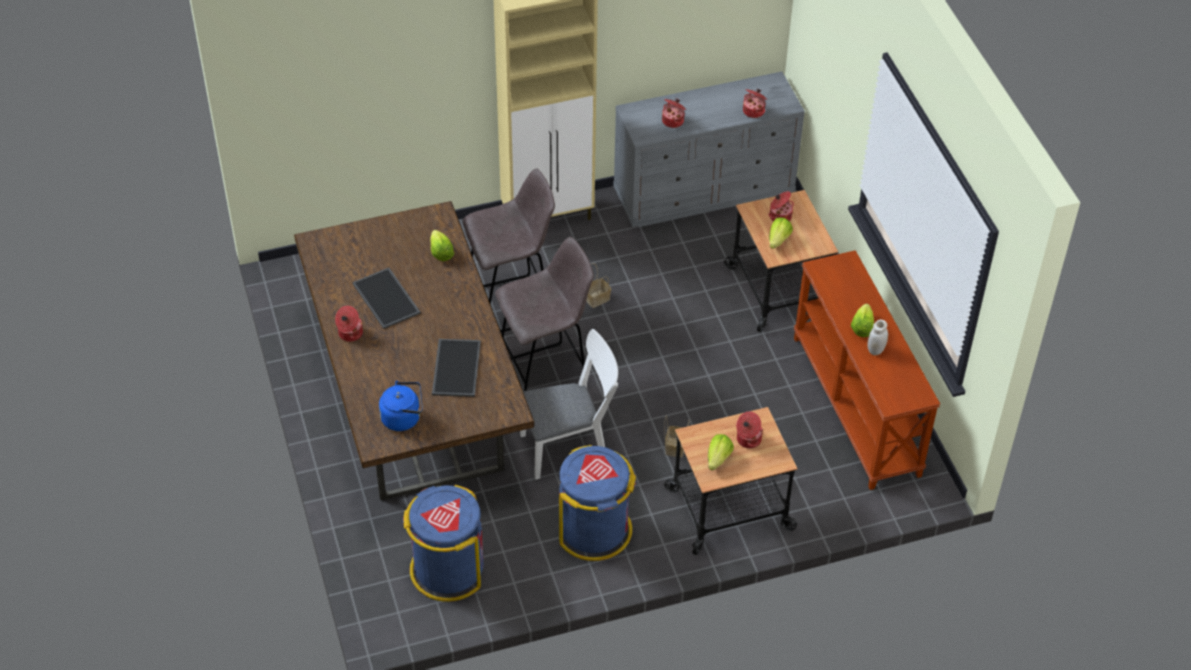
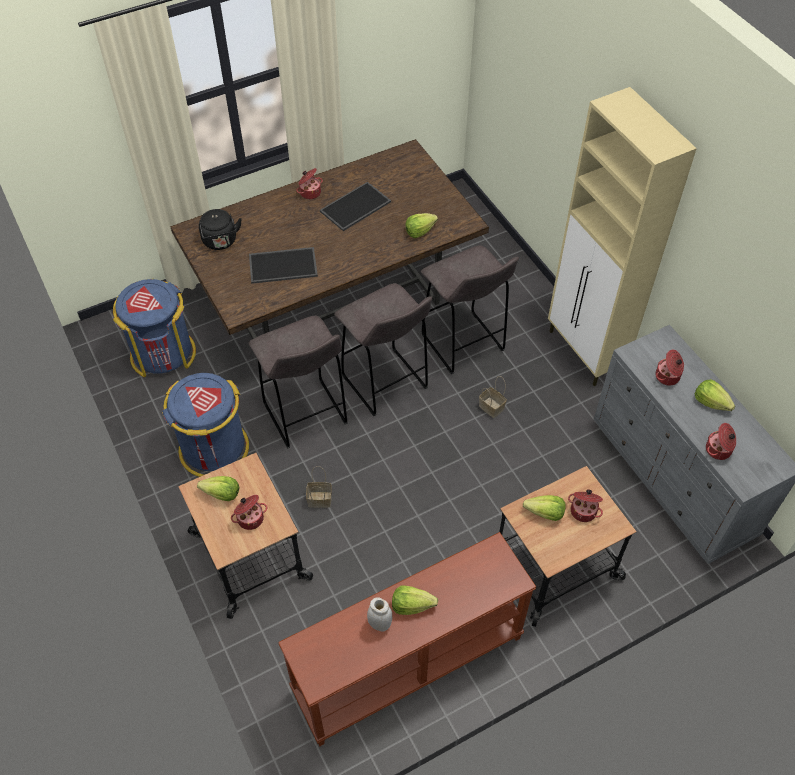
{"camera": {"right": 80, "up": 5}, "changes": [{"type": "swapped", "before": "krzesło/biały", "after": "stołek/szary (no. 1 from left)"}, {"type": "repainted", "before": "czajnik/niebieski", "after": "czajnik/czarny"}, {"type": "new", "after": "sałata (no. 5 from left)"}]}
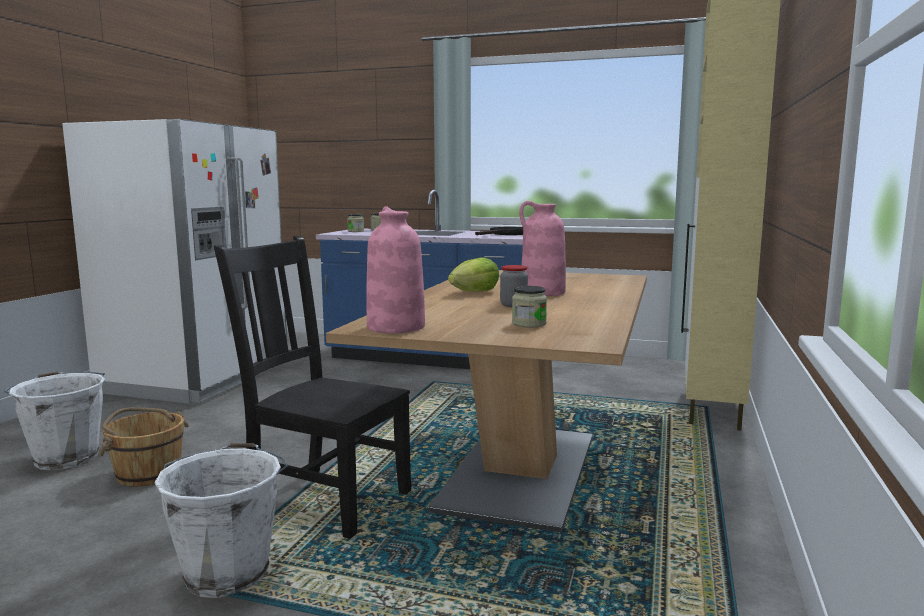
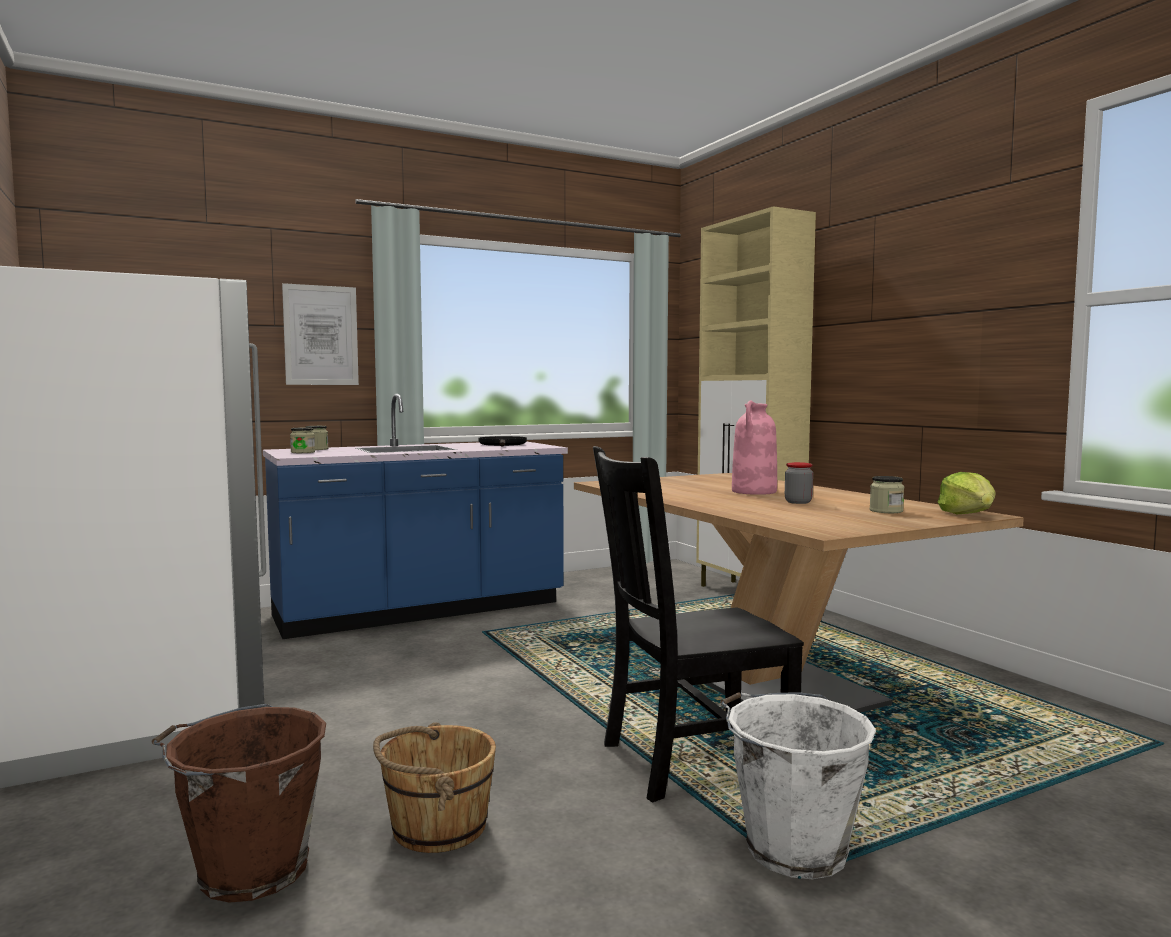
{"camera": {"right": -45, "up": -5}, "changes": [{"type": "gone", "before": "wazon/różowy (no. 1 from left)"}, {"type": "shifted", "before": "sałata"}, {"type": "repainted", "before": "wiadro/biały (no. 1 from left)", "after": "wiadro/brązowy (no. 1 from left)"}, {"type": "new", "after": "obraz"}]}
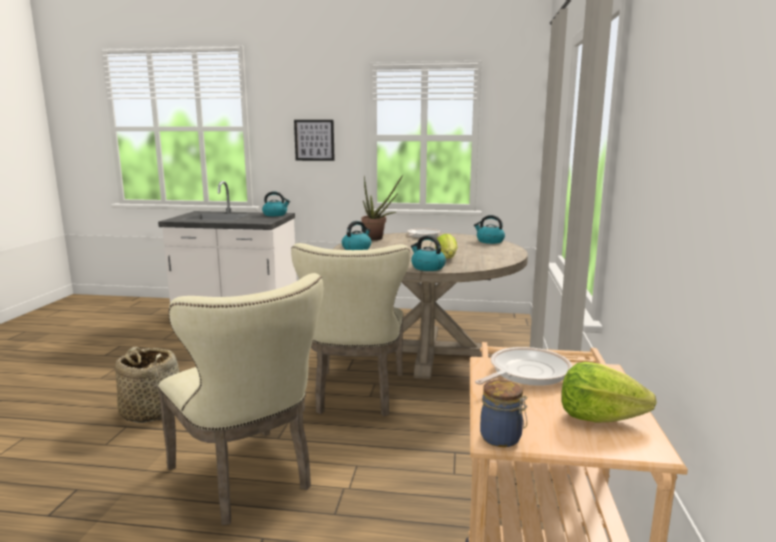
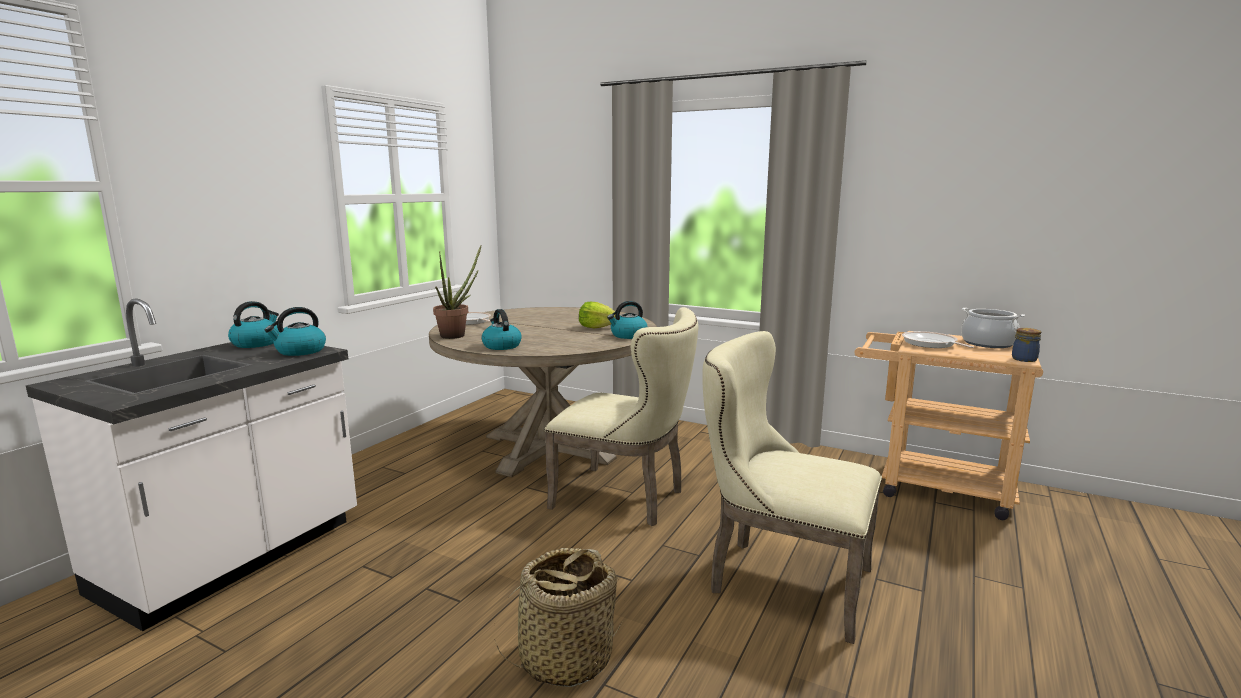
{"camera": {"right": -70, "up": 0}, "changes": [{"type": "gone", "before": "obraz"}, {"type": "shifted", "before": "czajnik (no. 4 from left in the first image)", "after": "czajnik (no. 2 from left)"}, {"type": "rotated", "before": "krzesło/beżowy (no. 1 from left in the first image)", "turn": -135}, {"type": "swapped", "before": "sałata (no. 2 from left)", "after": "garnek"}]}
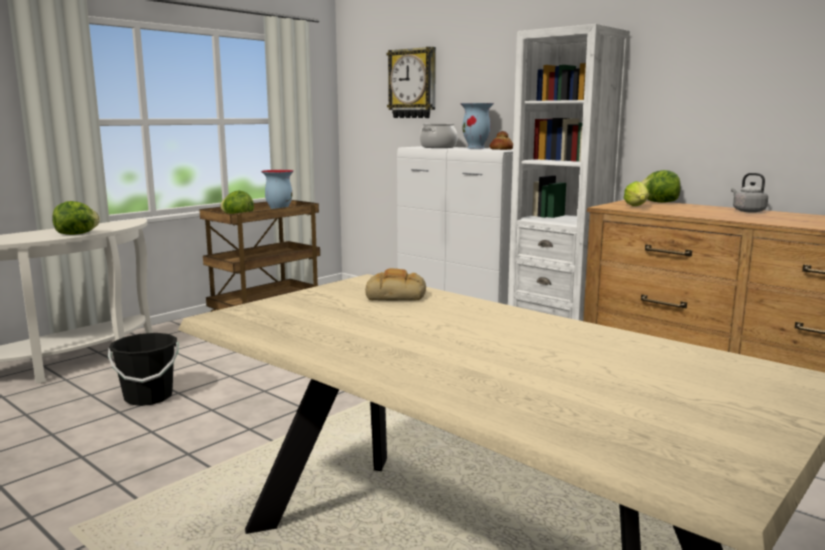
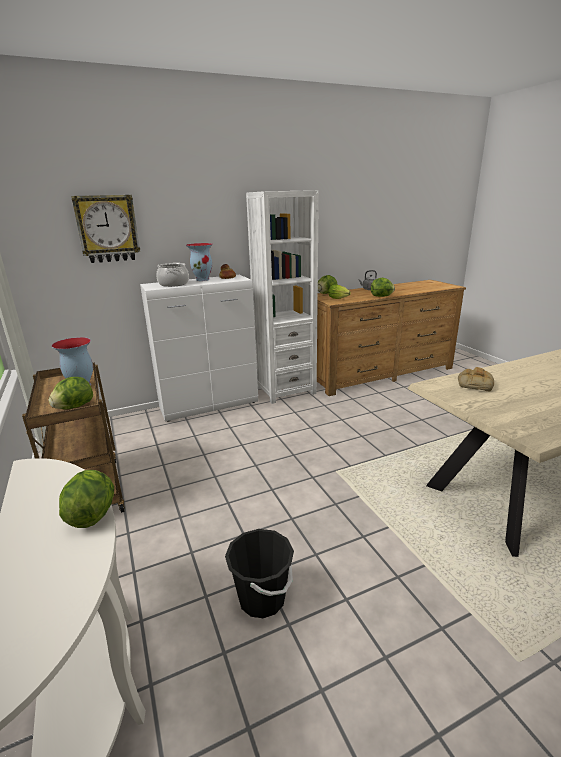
{"camera": {"right": -65, "up": 10}, "changes": [{"type": "new", "after": "sałata (no. 5 from left)"}]}
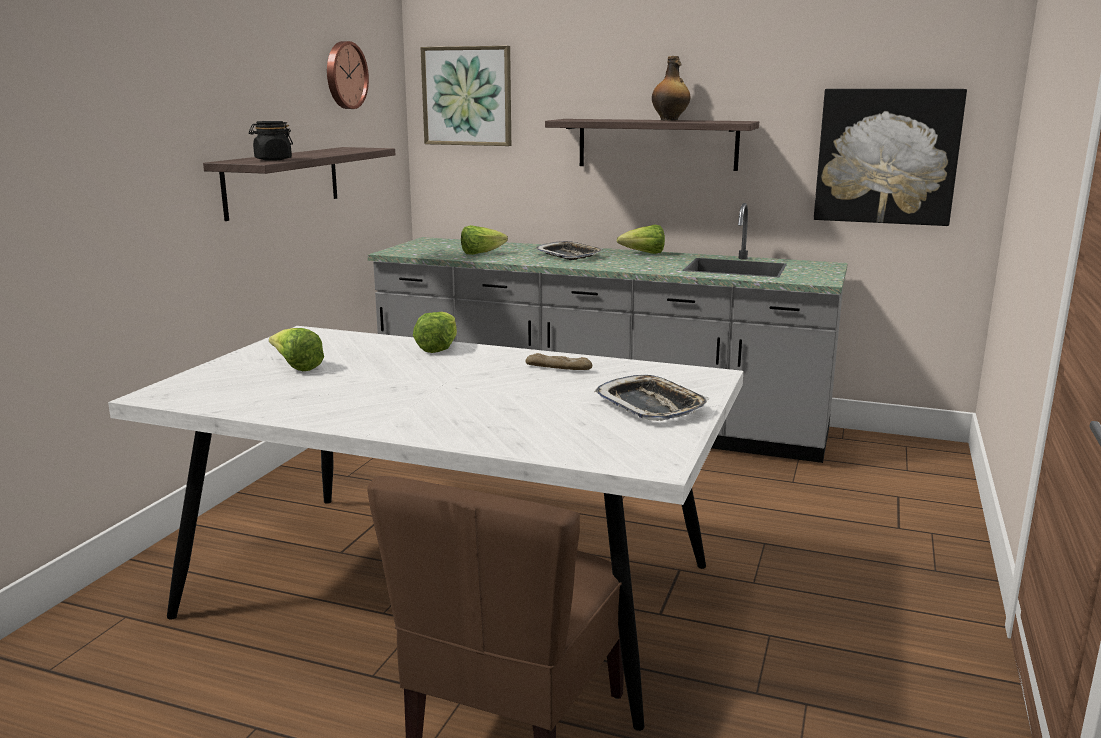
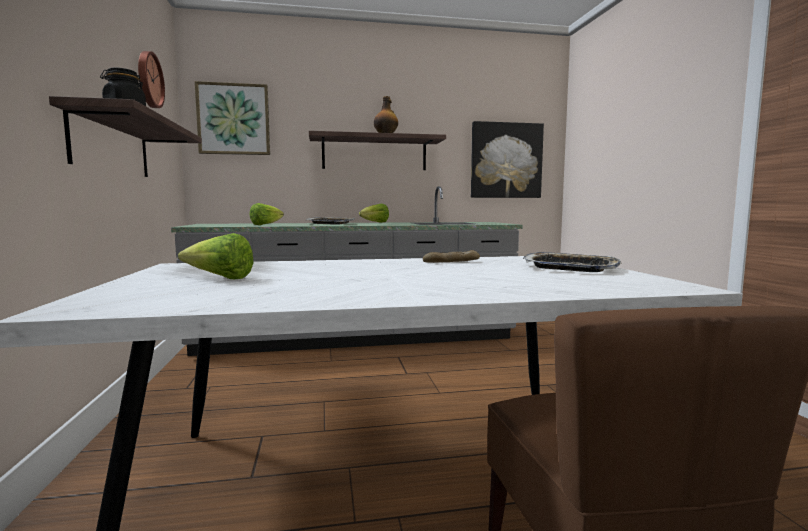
{"camera": {"right": -30, "up": -10}, "changes": [{"type": "gone", "before": "sałata (no. 2 from left)"}]}
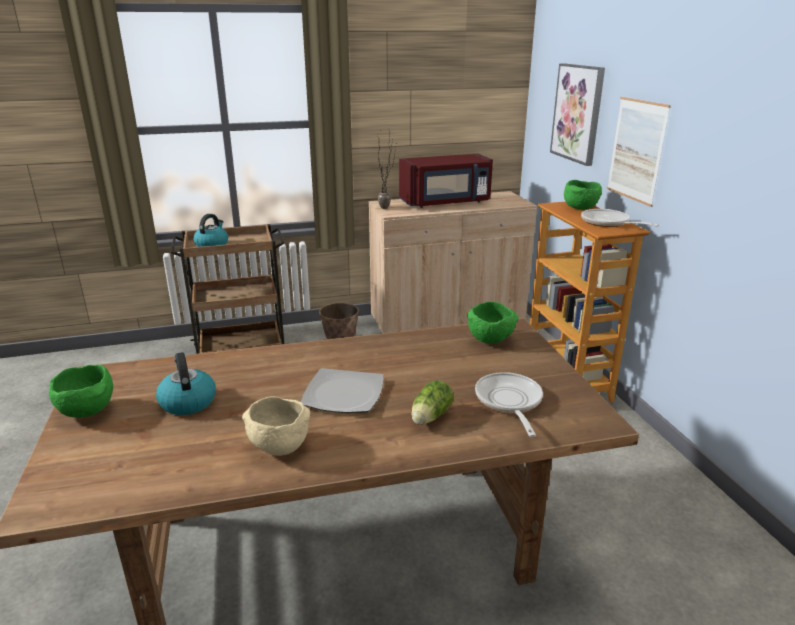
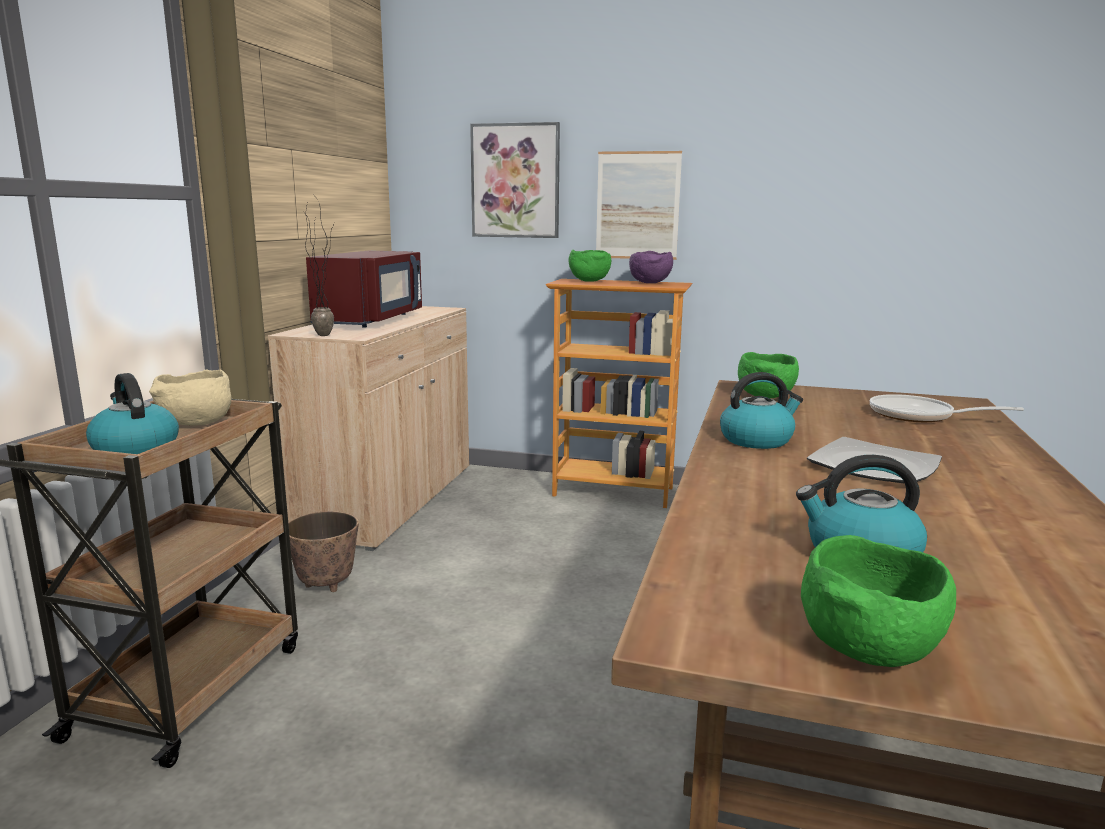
{"camera": {"right": -60, "up": -10}, "changes": [{"type": "swapped", "before": "patelnia (no. 2 from left)", "after": "miska/fioletowy"}, {"type": "gone", "before": "sałata"}, {"type": "shifted", "before": "miska/beżowy"}, {"type": "new", "after": "czajnik (no. 2 from left)"}]}
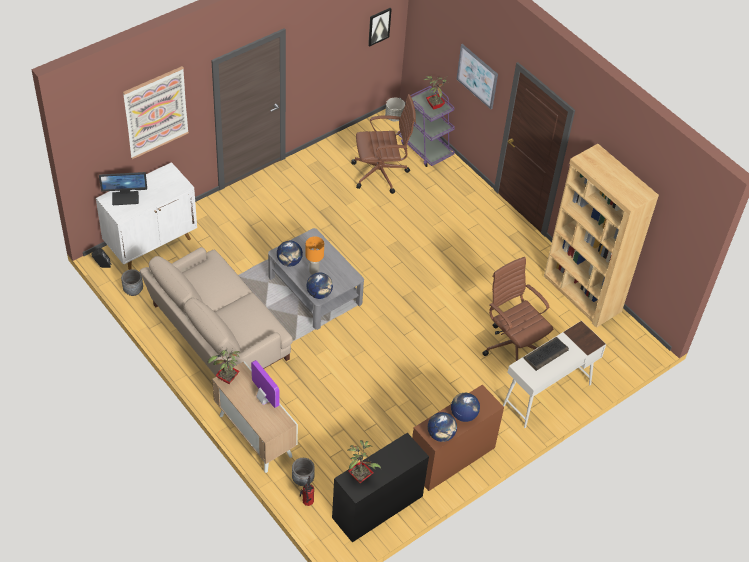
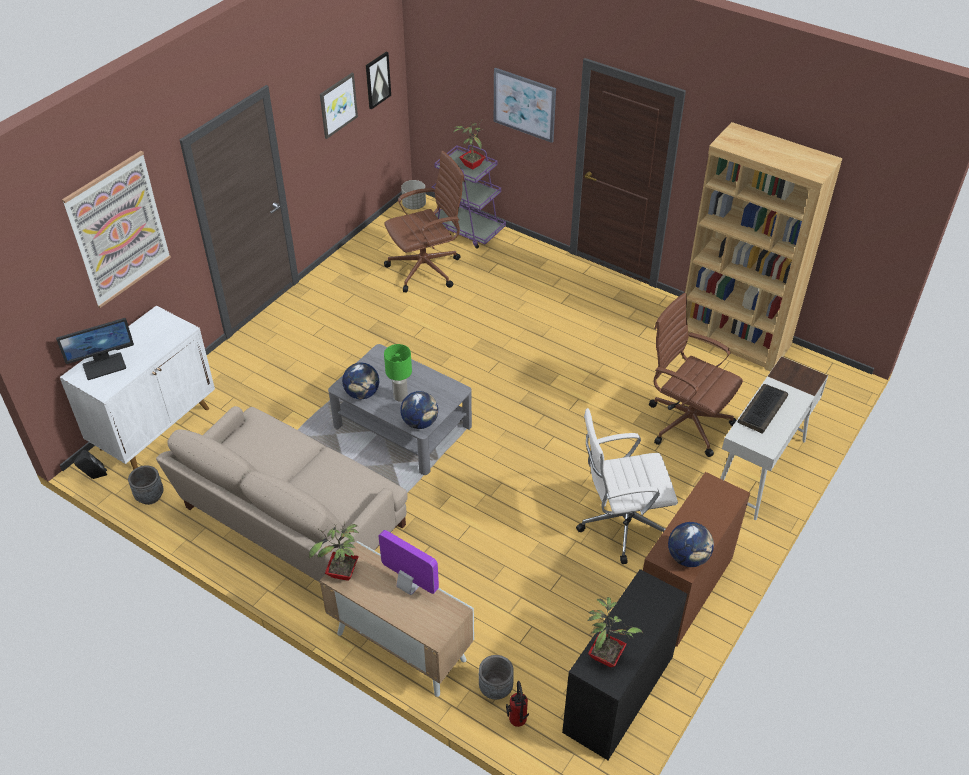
{"camera": {"right": -15, "up": -5}, "changes": [{"type": "repainted", "before": "lampa stołowa/pomarańczowy", "after": "lampa stołowa/zielony"}, {"type": "gone", "before": "globus (no. 4 from left)"}, {"type": "new", "after": "obraz (no. 2 from left)"}, {"type": "new", "after": "krzesło biurowe/biały"}]}
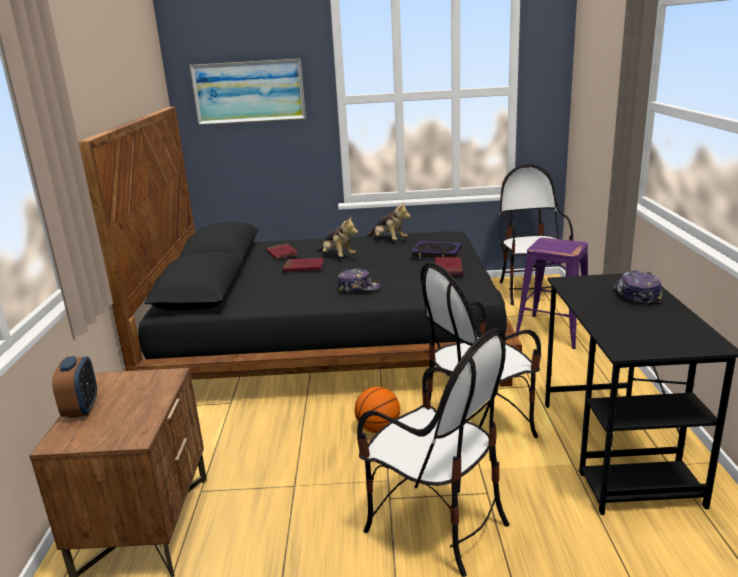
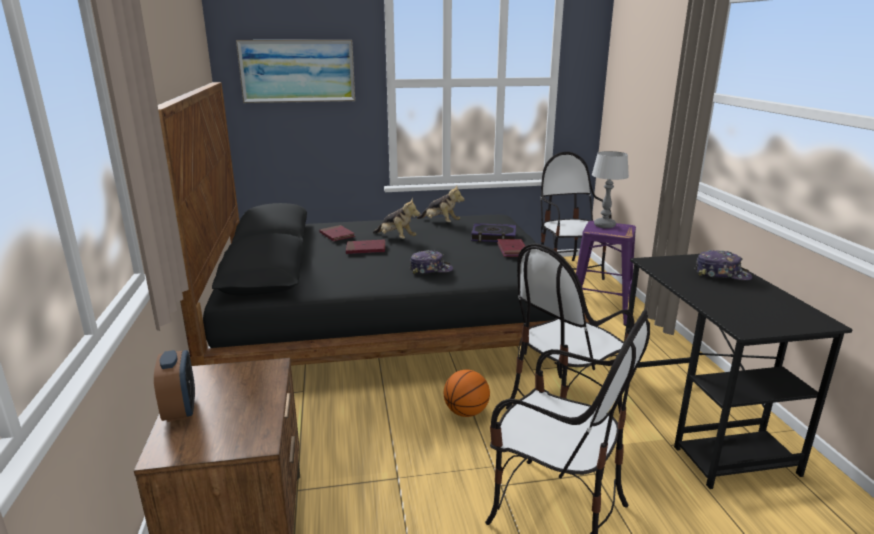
{"camera": {"right": -10, "up": 0}, "changes": [{"type": "rotated", "before": "czapka z daszkiem (no. 2 from left)", "turn": 120}, {"type": "new", "after": "lampa stołowa"}]}
